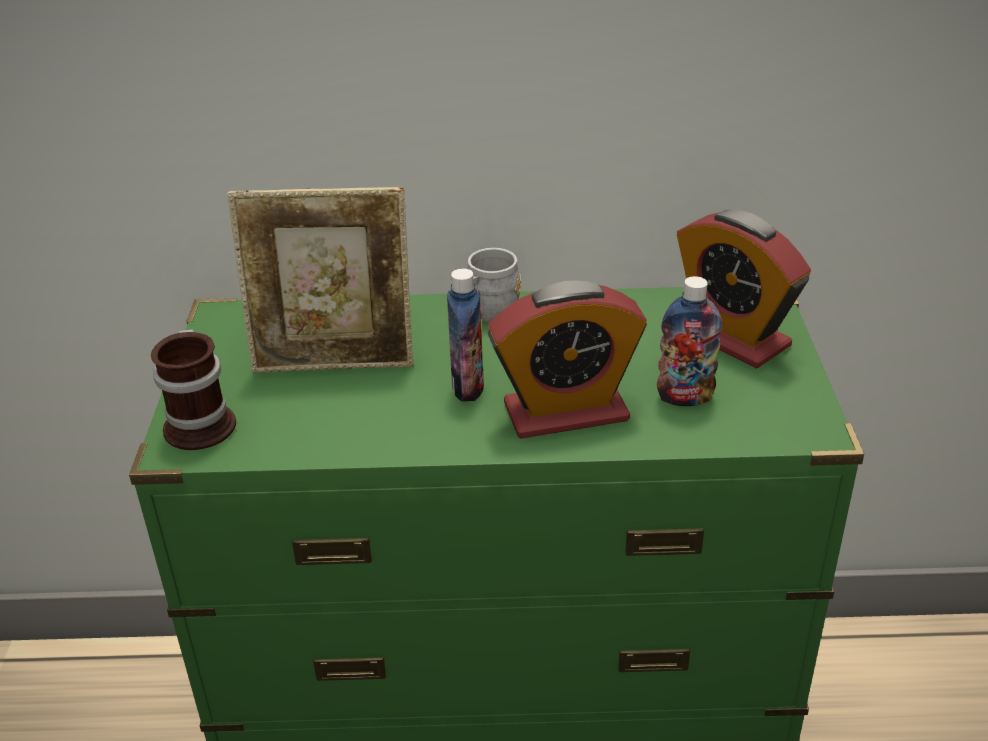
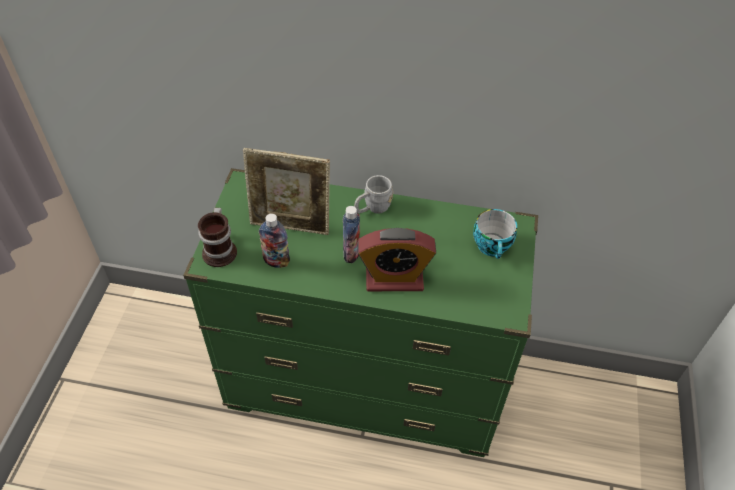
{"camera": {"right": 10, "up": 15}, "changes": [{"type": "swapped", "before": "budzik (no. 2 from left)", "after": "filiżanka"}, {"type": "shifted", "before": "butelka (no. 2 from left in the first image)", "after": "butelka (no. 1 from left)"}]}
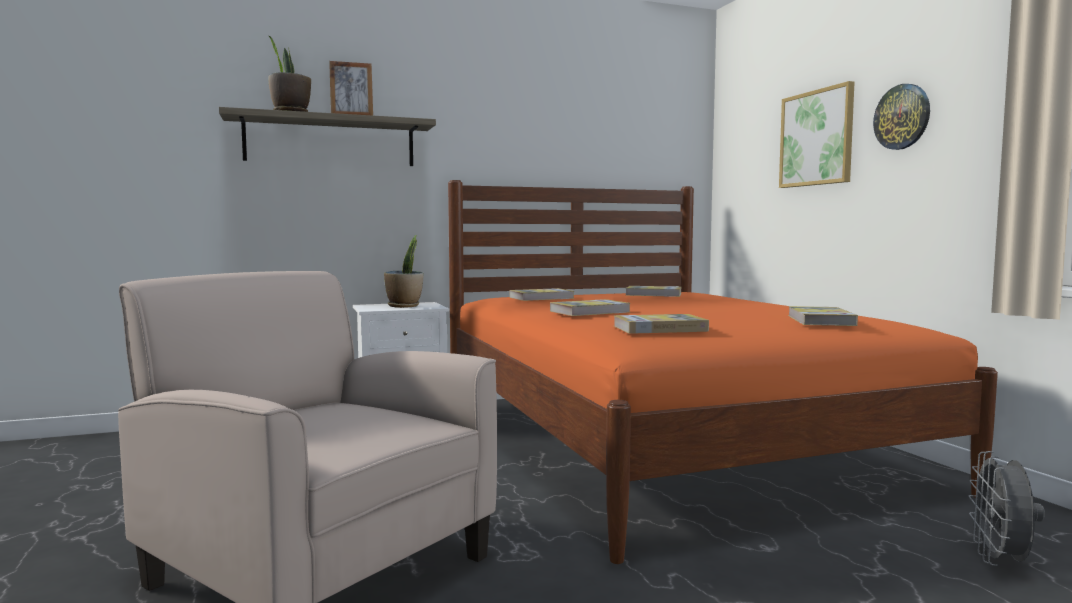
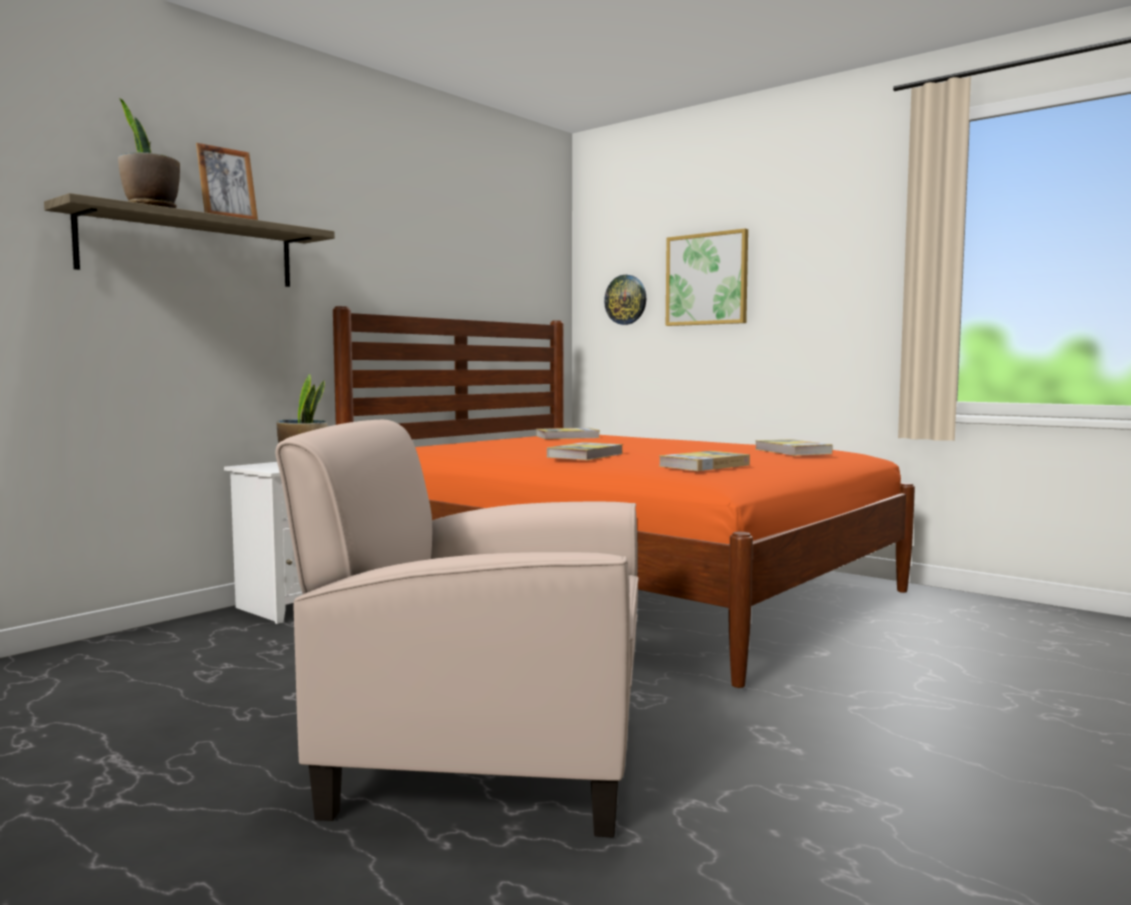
{"camera": {"right": -30, "up": 0}, "changes": [{"type": "shifted", "before": "zegar ścienny"}, {"type": "gone", "before": "książka (no. 1 from left)"}, {"type": "gone", "before": "wentylator/szary"}]}
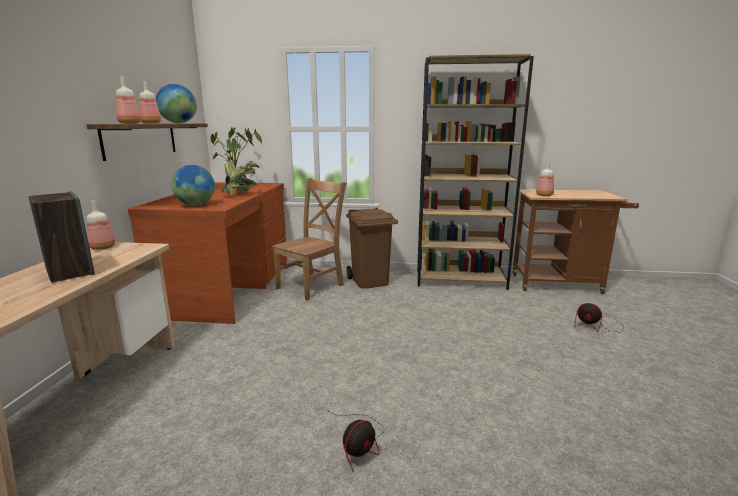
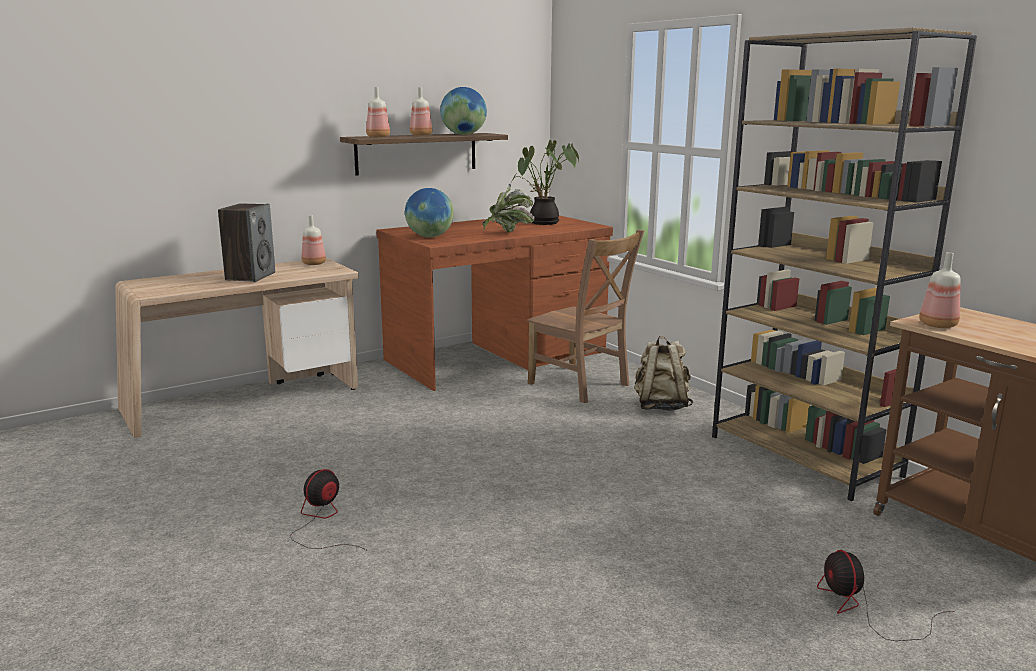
{"camera": {"right": 50, "up": 0}, "changes": [{"type": "rotated", "before": "krzesło/brązowy", "turn": 45}, {"type": "swapped", "before": "kosz na śmieci/brązowy", "after": "plecak/beżowy"}, {"type": "rotated", "before": "wentylator (no. 1 from left)", "turn": 120}]}
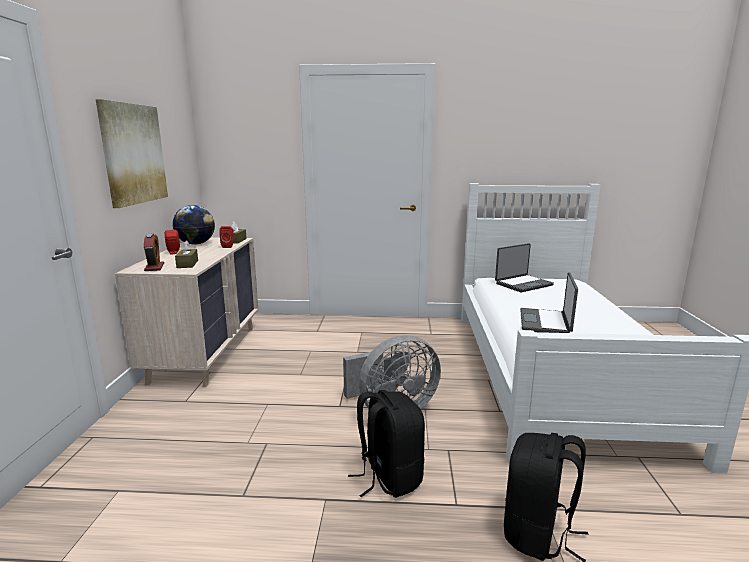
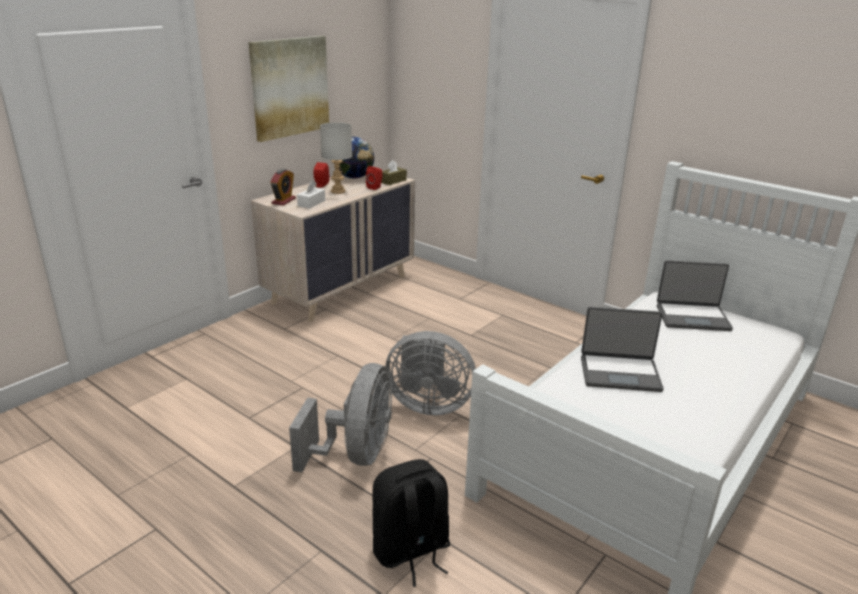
{"camera": {"right": 35, "up": 10}, "changes": [{"type": "repainted", "before": "pudełko chusteczek/brązowy (no. 1 from left)", "after": "pudełko chusteczek/biały"}, {"type": "rotated", "before": "laptop (no. 2 from left in the first image)", "turn": -135}, {"type": "swapped", "before": "plecak/czarny (no. 1 from left)", "after": "wentylator/szary (no. 1 from left)"}, {"type": "new", "after": "lampa stołowa/szary"}]}
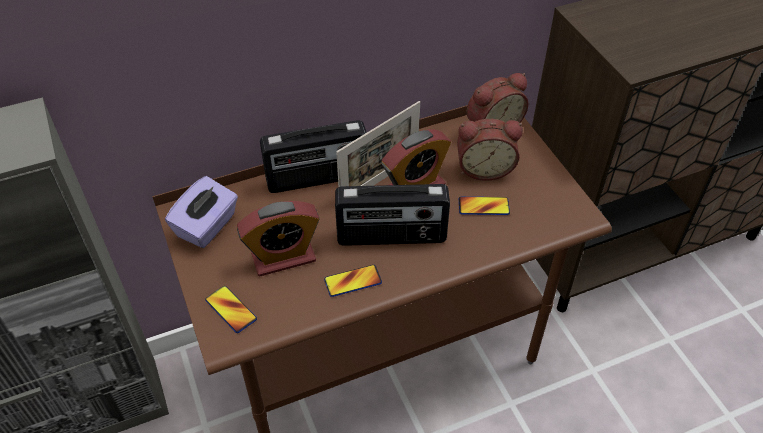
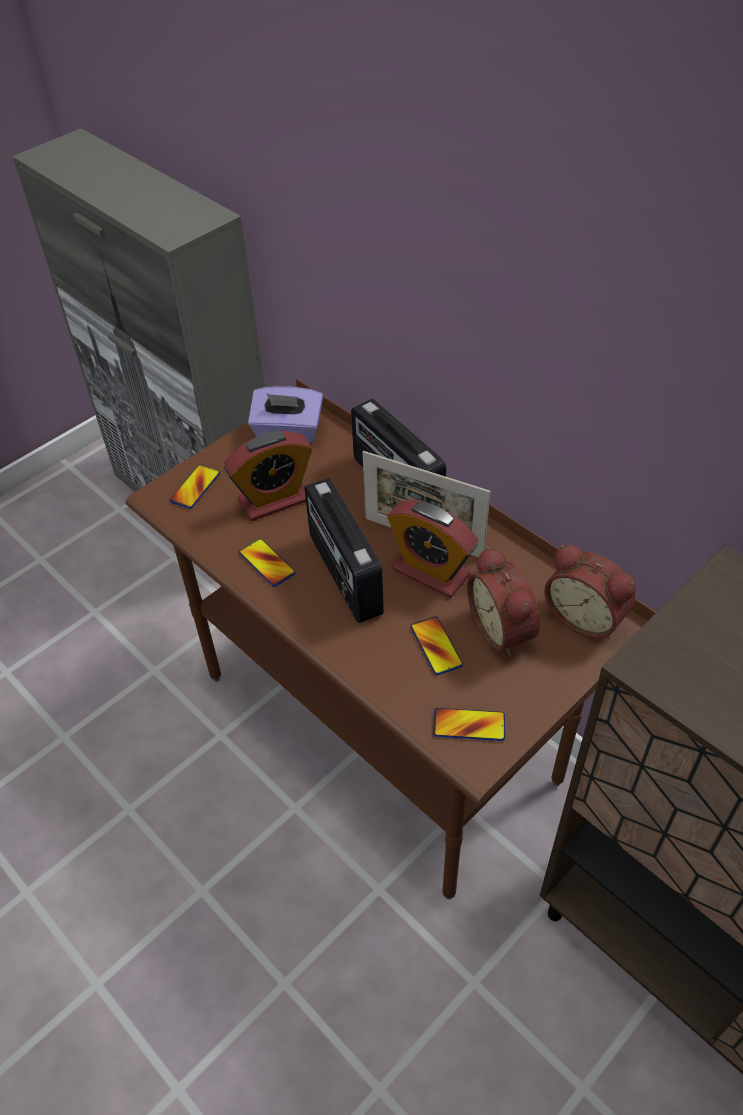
{"camera": {"right": 70, "up": 0}, "changes": [{"type": "rotated", "before": "budzik (no. 1 from left)", "turn": -75}, {"type": "new", "after": "telefon (no. 4 from left)"}]}
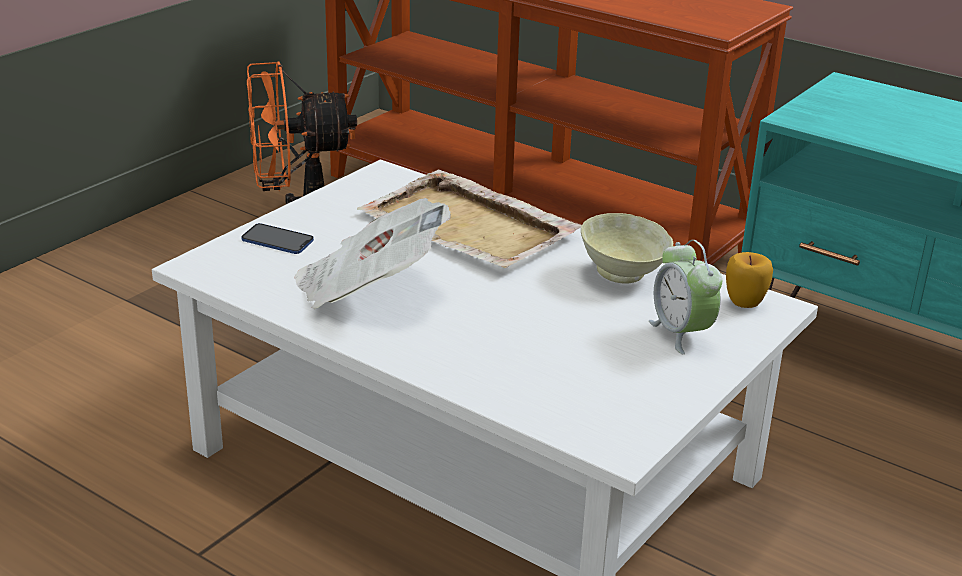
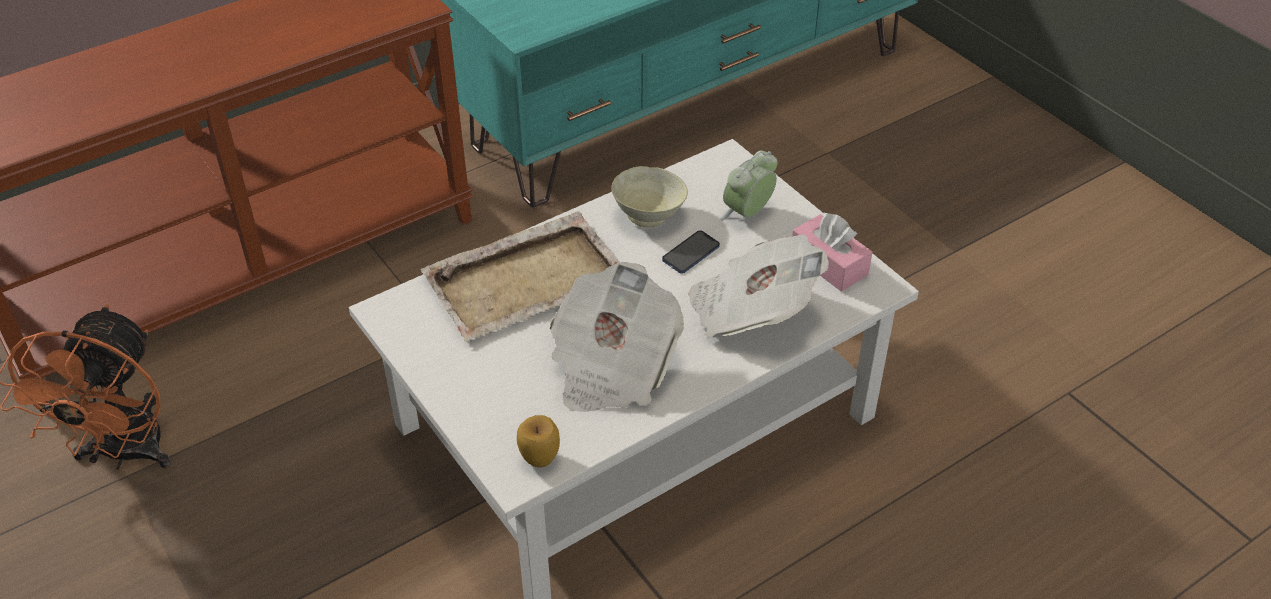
{"camera": {"right": -70, "up": 15}, "changes": [{"type": "shifted", "before": "telefon"}, {"type": "rotated", "before": "budzik", "turn": 135}, {"type": "shifted", "before": "jabłko"}, {"type": "new", "after": "pudełko chusteczek/różowy"}, {"type": "new", "after": "gazeta (no. 2 from left)"}]}
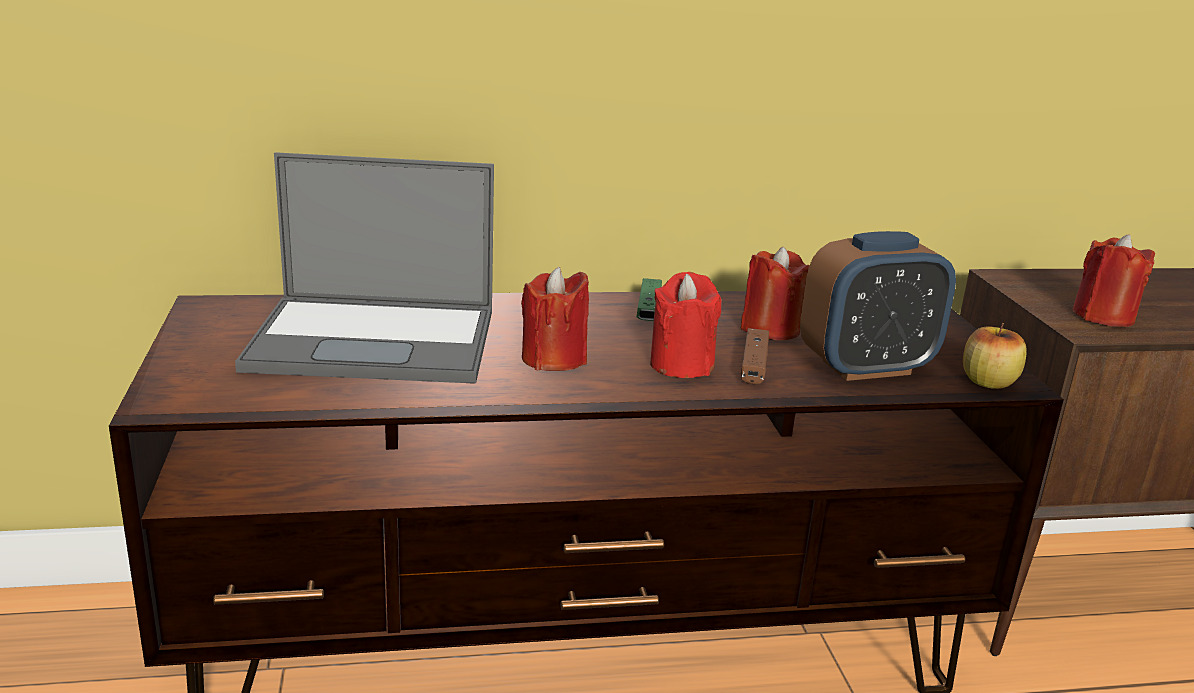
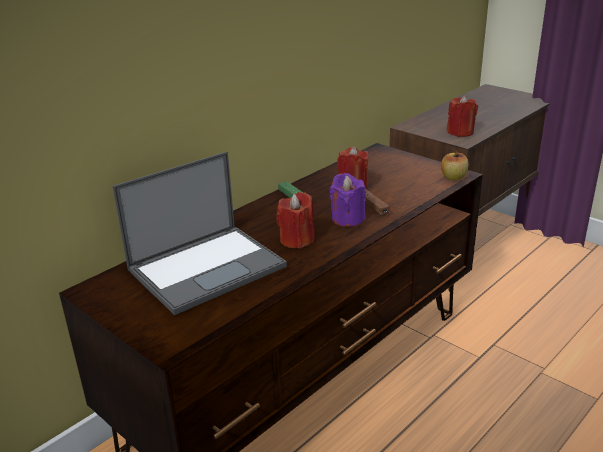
{"camera": {"right": -35, "up": 5}, "changes": [{"type": "gone", "before": "budzik"}, {"type": "repainted", "before": "świeca/czerwony (no. 2 from left)", "after": "świeca/fioletowy"}]}
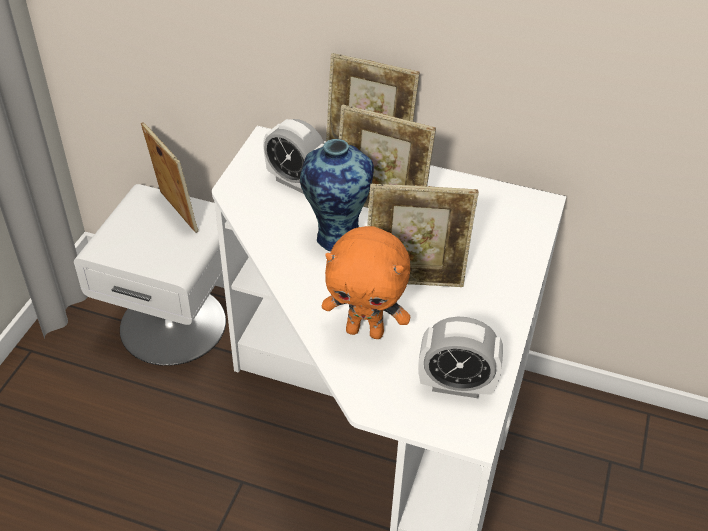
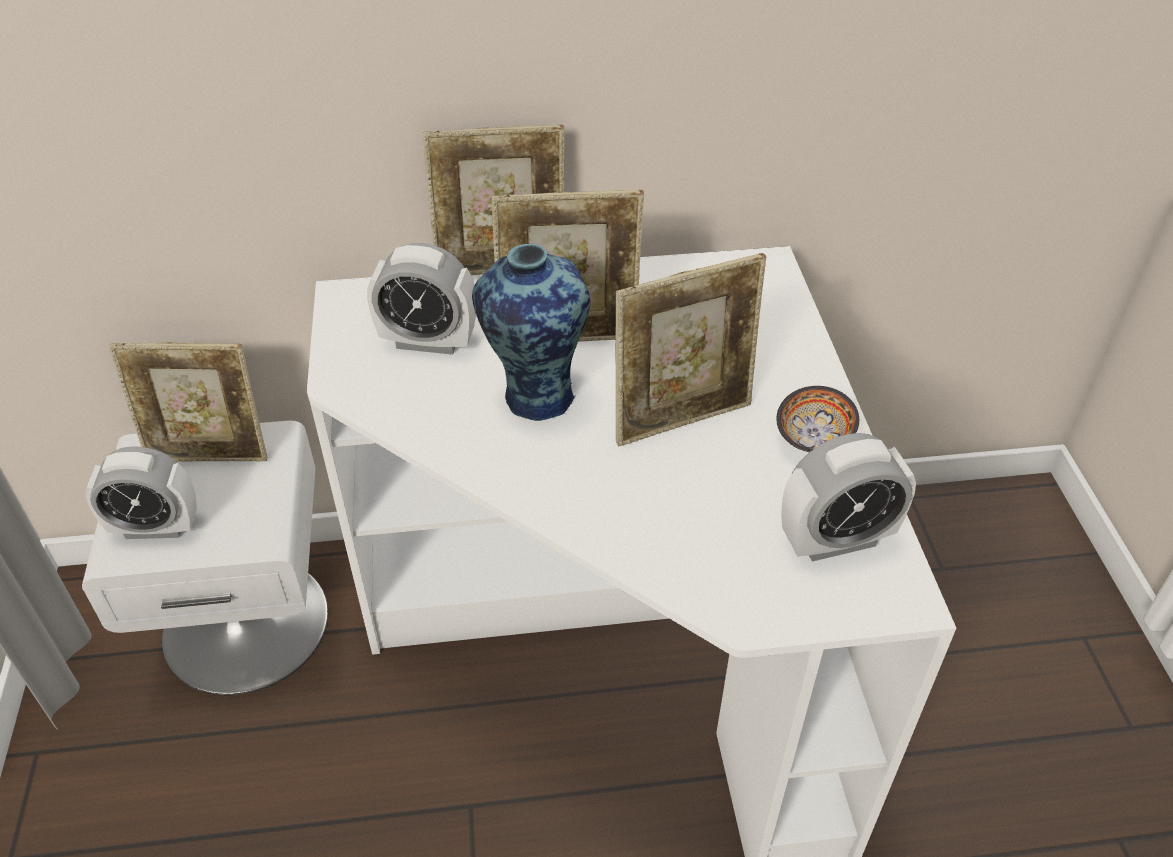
{"camera": {"right": -25, "up": 0}, "changes": [{"type": "rotated", "before": "ramka na zdjęcie (no. 1 from left)", "turn": 150}, {"type": "gone", "before": "pluszak/pomarańczowy"}, {"type": "new", "after": "miska"}, {"type": "new", "after": "budzik (no. 1 from left)"}]}
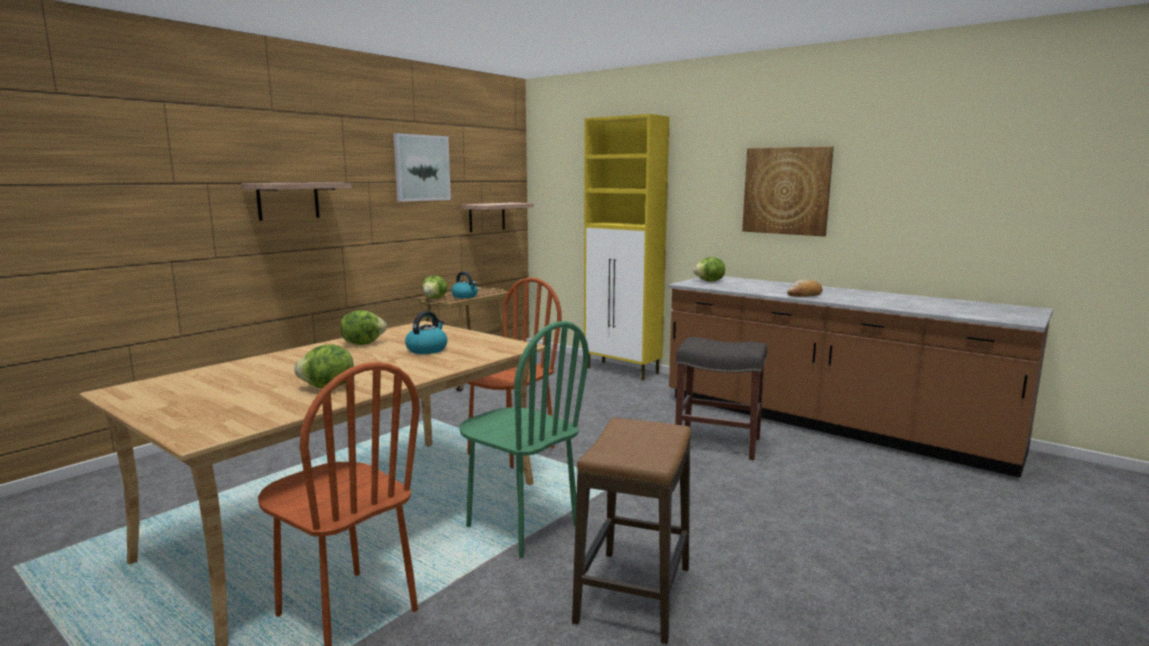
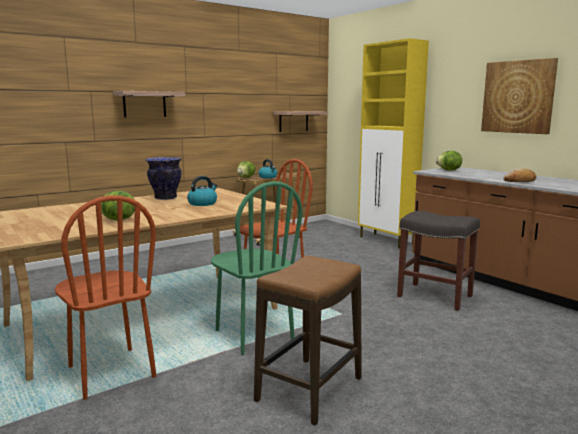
{"camera": {"right": 15, "up": 0}, "changes": [{"type": "gone", "before": "obraz (no. 1 from left)"}, {"type": "swapped", "before": "sałata (no. 2 from left)", "after": "wazon"}]}
